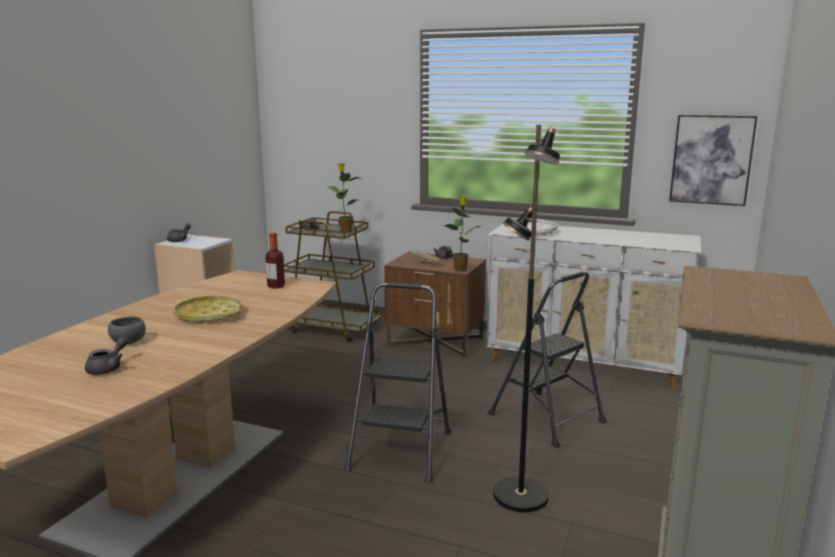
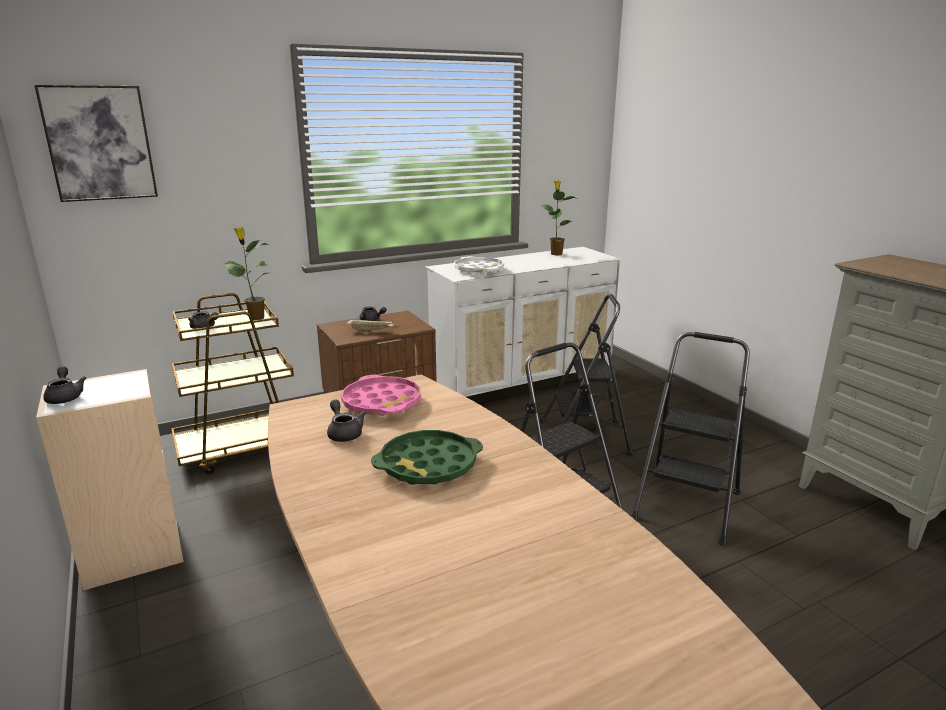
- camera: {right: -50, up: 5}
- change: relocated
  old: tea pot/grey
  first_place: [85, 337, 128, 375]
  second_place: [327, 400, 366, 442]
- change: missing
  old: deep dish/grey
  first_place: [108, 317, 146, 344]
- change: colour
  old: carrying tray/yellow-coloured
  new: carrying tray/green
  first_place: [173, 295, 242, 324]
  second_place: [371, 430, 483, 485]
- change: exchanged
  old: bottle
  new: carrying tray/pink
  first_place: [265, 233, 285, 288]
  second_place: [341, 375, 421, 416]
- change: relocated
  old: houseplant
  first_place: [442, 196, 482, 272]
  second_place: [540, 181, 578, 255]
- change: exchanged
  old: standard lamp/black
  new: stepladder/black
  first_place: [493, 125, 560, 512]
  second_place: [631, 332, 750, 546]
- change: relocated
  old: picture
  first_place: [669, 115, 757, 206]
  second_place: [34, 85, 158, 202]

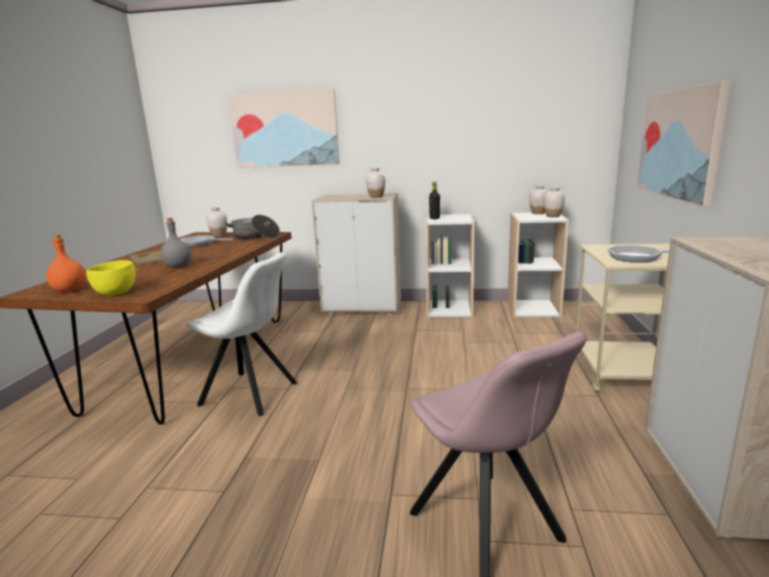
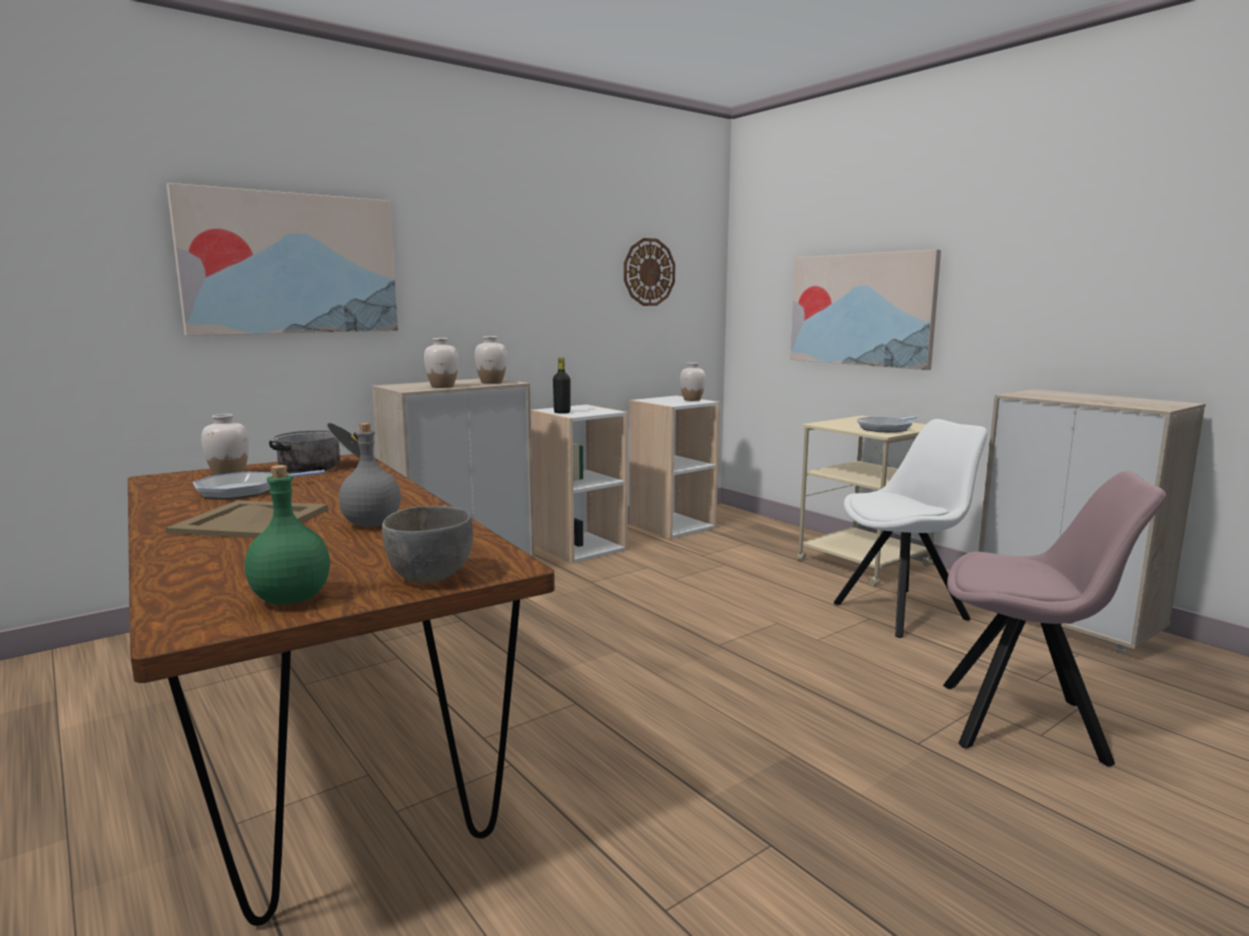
- camera: {right: -45, up: -5}
- change: colour
  old: bottle/orange-coloured
  new: bottle/green
  first_place: [46, 234, 86, 292]
  second_place: [245, 465, 330, 605]
- change: colour
  old: deep dish/yellow-coloured
  new: deep dish/grey
  first_place: [86, 260, 136, 296]
  second_place: [382, 506, 473, 583]
- change: relocated
  old: upright chair/white
  first_place: [187, 252, 297, 416]
  second_place: [834, 419, 987, 638]
- change: relocated
  old: vase/white
  first_place: [529, 185, 548, 214]
  second_place: [424, 338, 459, 388]
- change: appeared
  new: wall clock
  second_place: [624, 238, 675, 306]

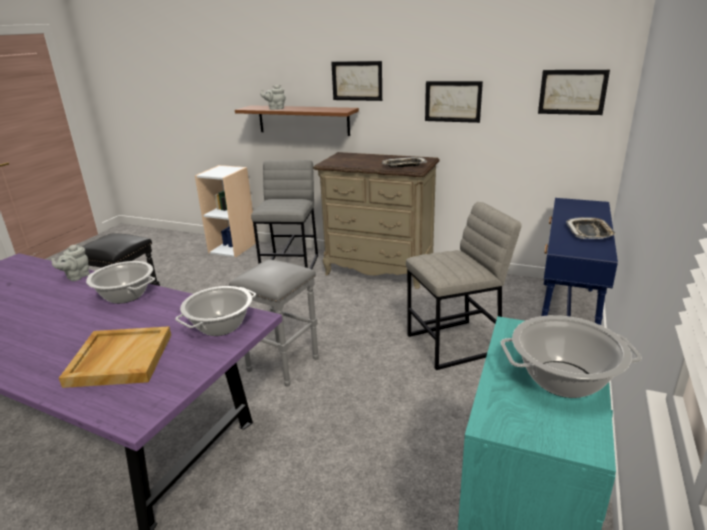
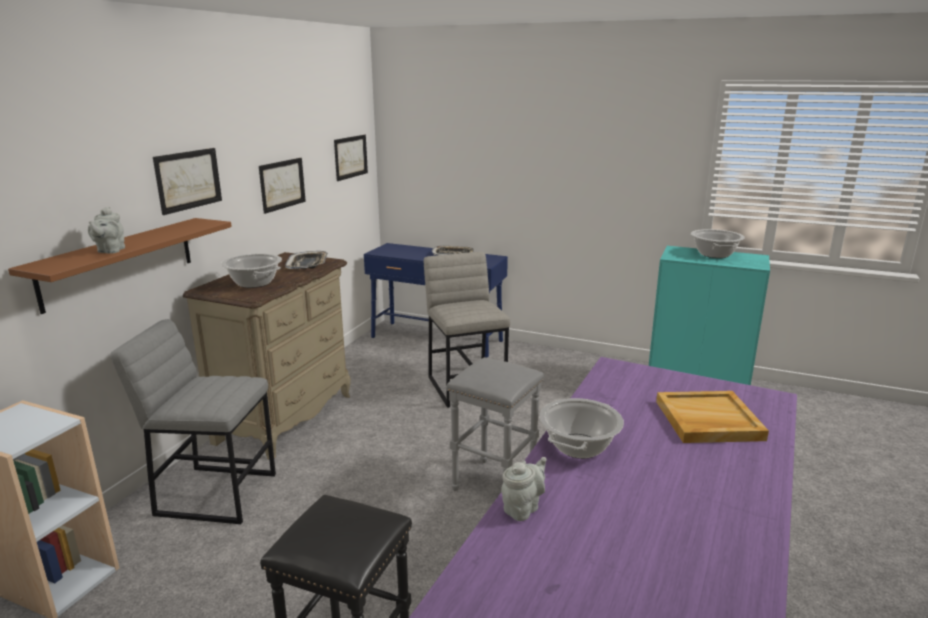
- camera: {right: -90, up: -5}
- change: spun
  old: tea pot/grey
  first_place: [51, 243, 90, 281]
  second_place: [501, 457, 547, 521]
  degrees: -75
- change: relocated
  old: saucepot
  first_place: [175, 286, 256, 336]
  second_place: [221, 253, 282, 288]

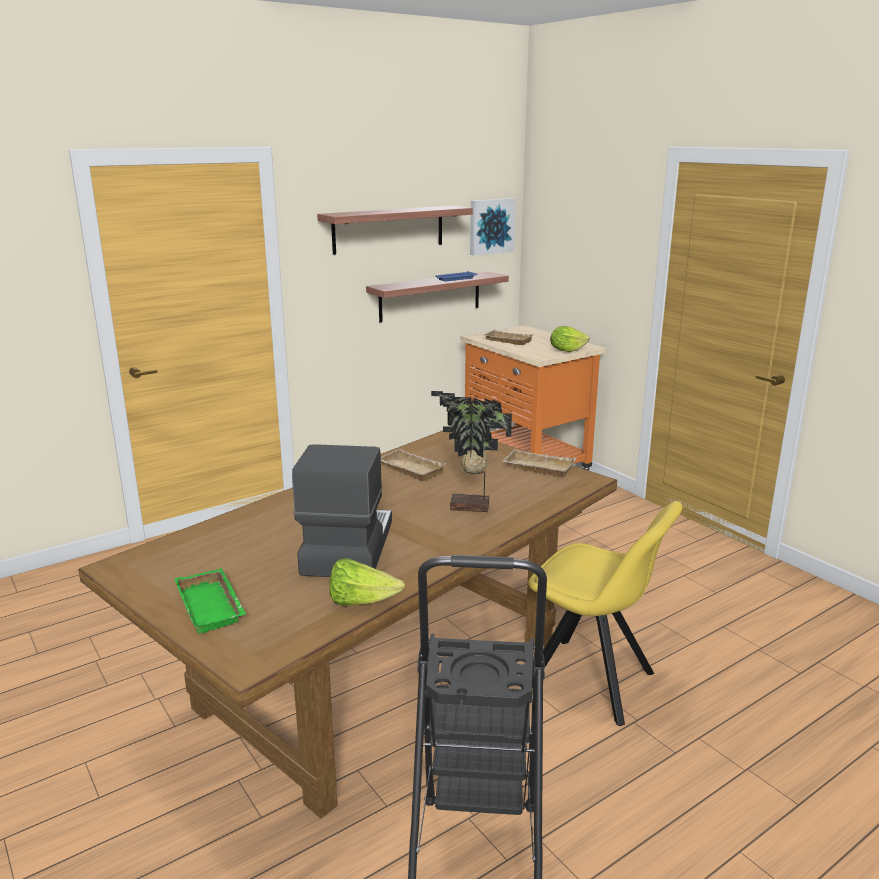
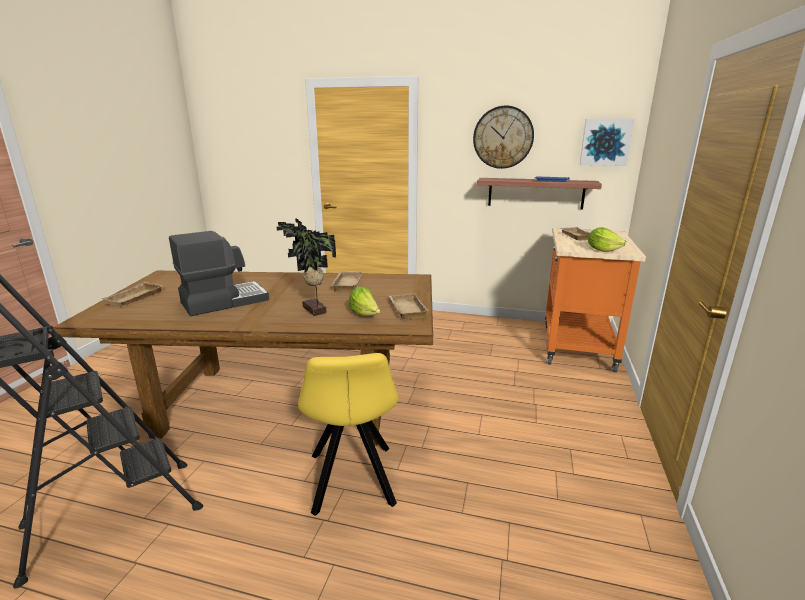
- camera: {right: 50, up: 0}
- change: colour
  old: carrying tray/green
  new: carrying tray/beige
  first_place: [174, 568, 246, 635]
  second_place: [101, 282, 163, 306]
- change: exchanged
  old: wall shelf
  new: wall clock
  first_place: [317, 206, 473, 255]
  second_place: [473, 105, 534, 169]
- change: relocated
  old: lettuce head
  first_place: [329, 558, 405, 606]
  second_place: [349, 287, 380, 316]

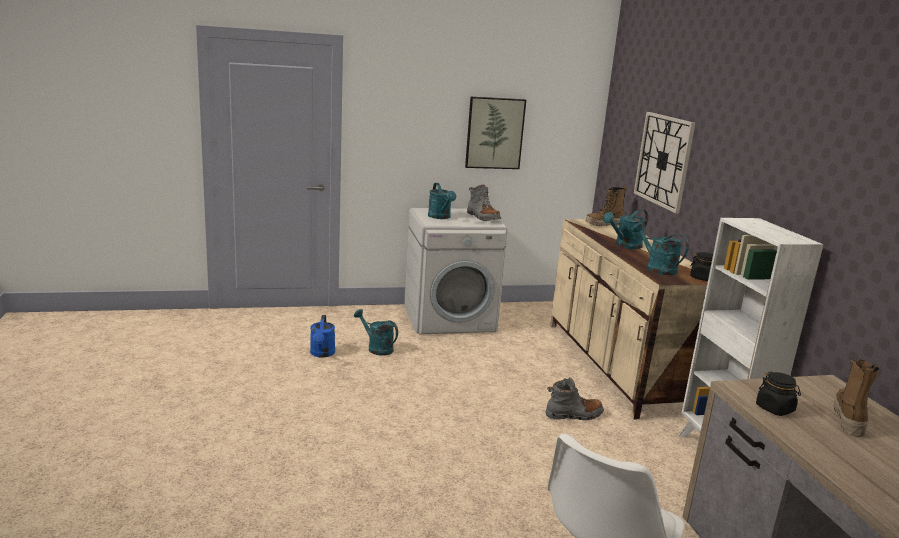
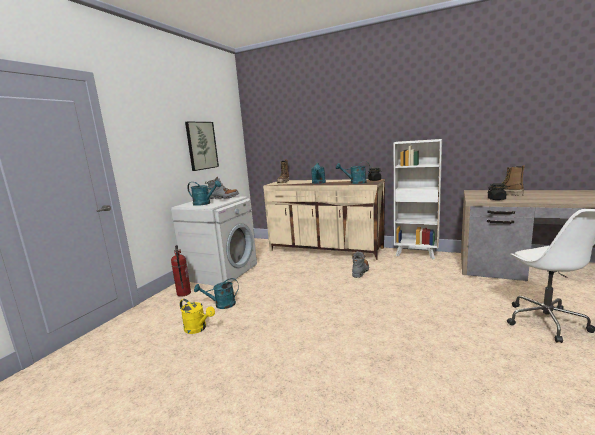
- camera: {right: -50, up: -5}
- change: colour
  old: watering can/bluish
  new: watering can/yellow-coloured
  first_place: [310, 315, 335, 358]
  second_place: [180, 299, 215, 334]
- change: missing
  old: wall clock
  first_place: [634, 112, 695, 214]
- change: appeared
  new: extinguisher
  second_place: [171, 245, 191, 297]

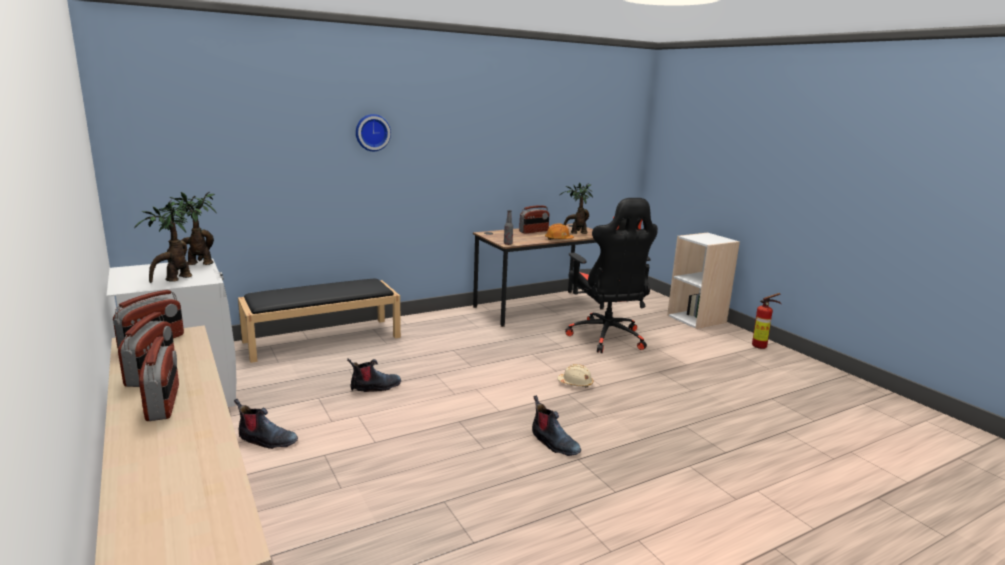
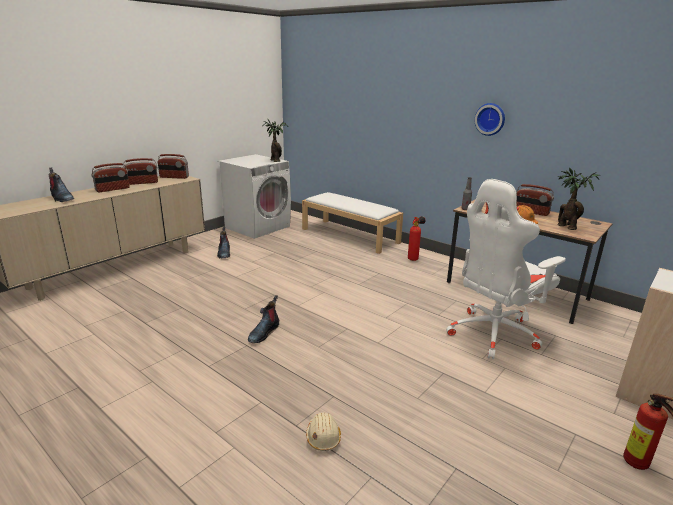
- camera: {right: 70, up: 5}
- change: missing
  old: houseplant
  first_place: [134, 200, 192, 283]
- change: colour
  old: long seat/black
  new: long seat/white
  first_place: [238, 278, 401, 363]
  second_place: [302, 192, 403, 254]
- change: relocated
  old: tall boot
  first_place: [347, 358, 401, 392]
  second_place: [48, 168, 74, 202]
- change: relocated
  old: wall clock
  first_place: [356, 114, 391, 151]
  second_place: [474, 103, 505, 136]
- change: relocated
  old: work helmet/beige
  first_place: [557, 364, 593, 387]
  second_place: [306, 412, 341, 451]
- change: colour
  old: office chair/black
  new: office chair/white
  first_place: [565, 198, 658, 353]
  second_place: [446, 179, 566, 359]
- change: appeared
  new: extinguisher
  second_place: [408, 216, 426, 261]

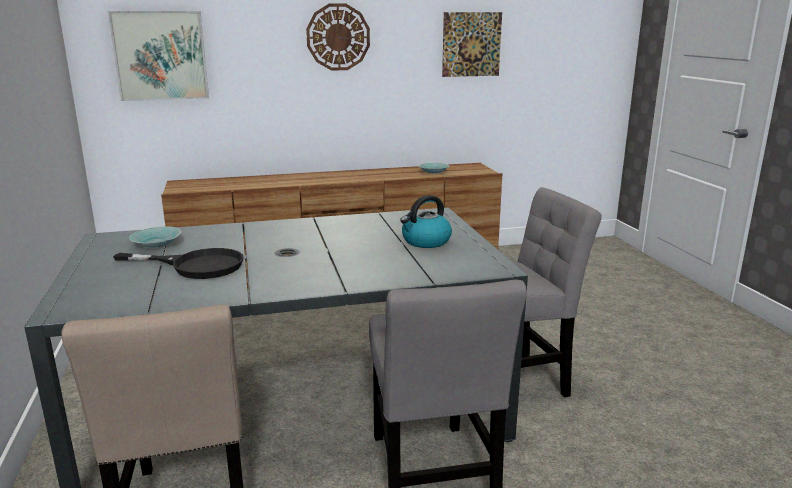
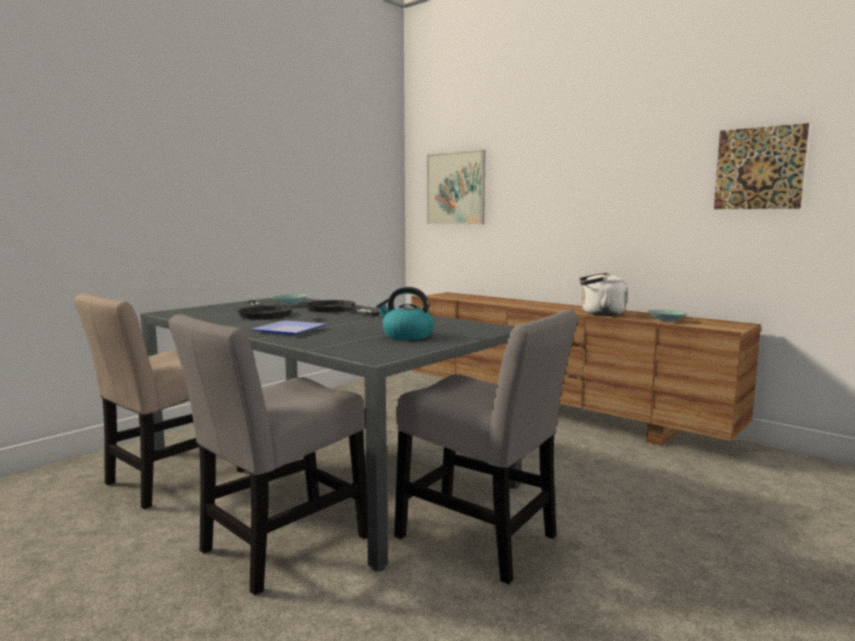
- camera: {right: 55, up: -10}
- change: missing
  old: wall clock
  first_place: [306, 3, 370, 71]
- change: appeared
  new: plate
  second_place: [252, 320, 326, 335]
- change: appeared
  new: frying pan/black
  second_place: [306, 300, 380, 316]
- change: appeared
  new: tea kettle/white
  second_place: [579, 272, 627, 316]

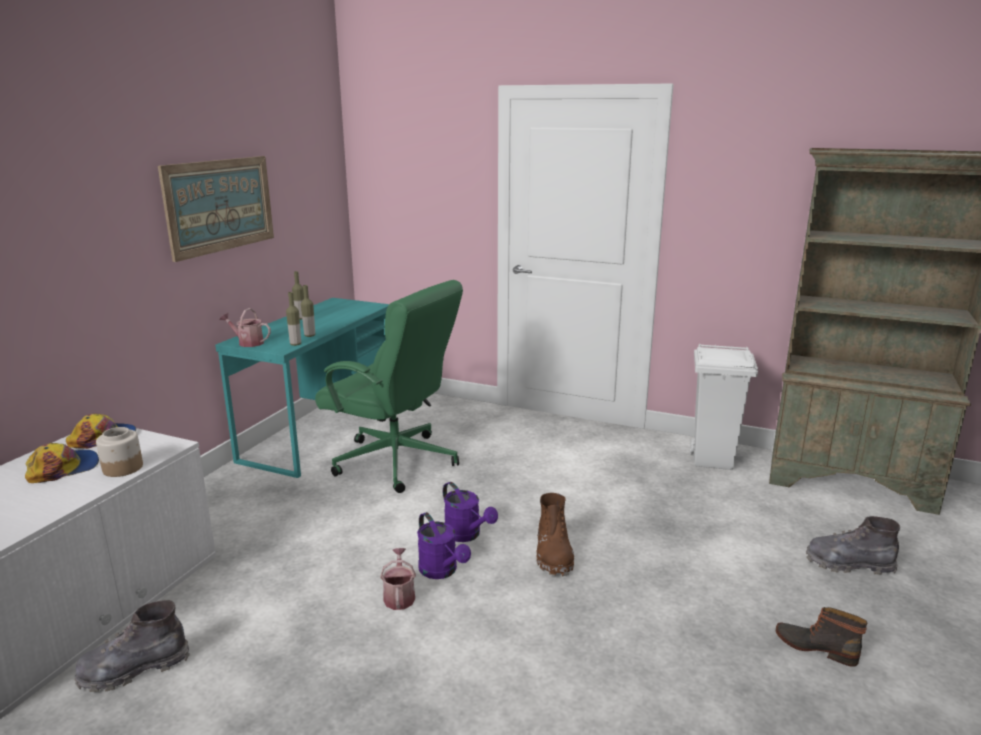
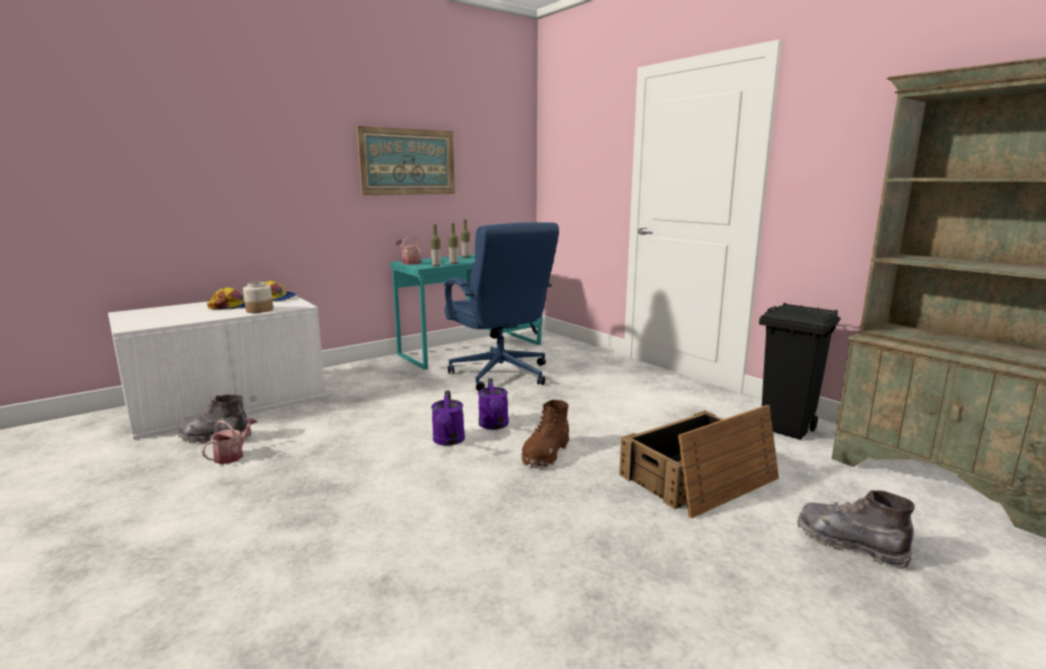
- camera: {right: 30, up: -5}
- change: colour
  old: office chair/green
  new: office chair/bluish
  first_place: [315, 280, 463, 493]
  second_place: [444, 222, 559, 391]
- change: relocated
  old: watering can
  first_place: [380, 548, 416, 610]
  second_place: [201, 417, 257, 464]
- change: colour
  old: rubbish bin/white
  new: rubbish bin/black
  first_place: [690, 344, 758, 470]
  second_place: [759, 303, 841, 440]
- change: missing
  old: tall boot
  first_place: [776, 607, 868, 667]
- change: appeared
  new: packing crate
  second_place: [619, 405, 779, 518]

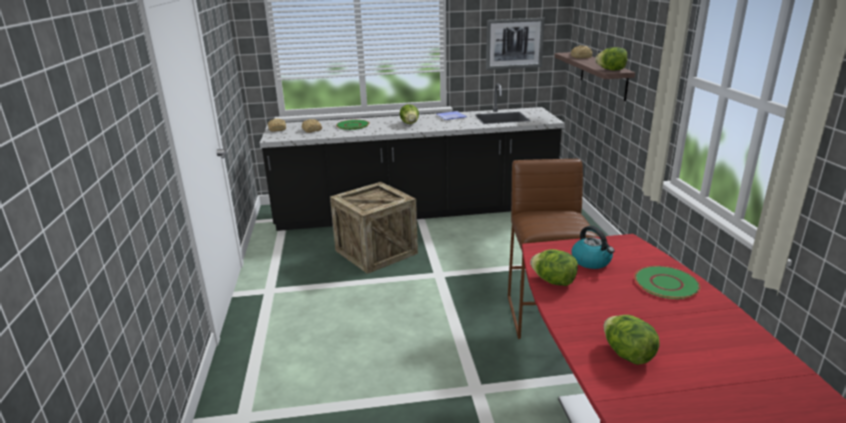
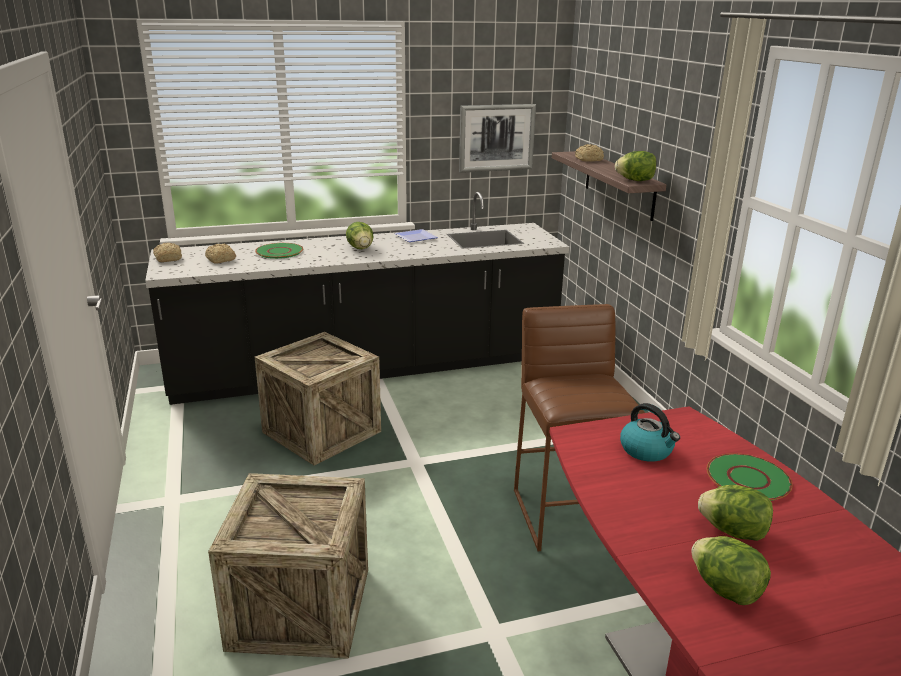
- camera: {right: -10, up: 0}
- change: relocated
  old: lettuce head
  first_place: [530, 249, 578, 286]
  second_place: [698, 485, 773, 541]
- change: appeared
  new: packing crate
  second_place: [208, 473, 368, 659]

